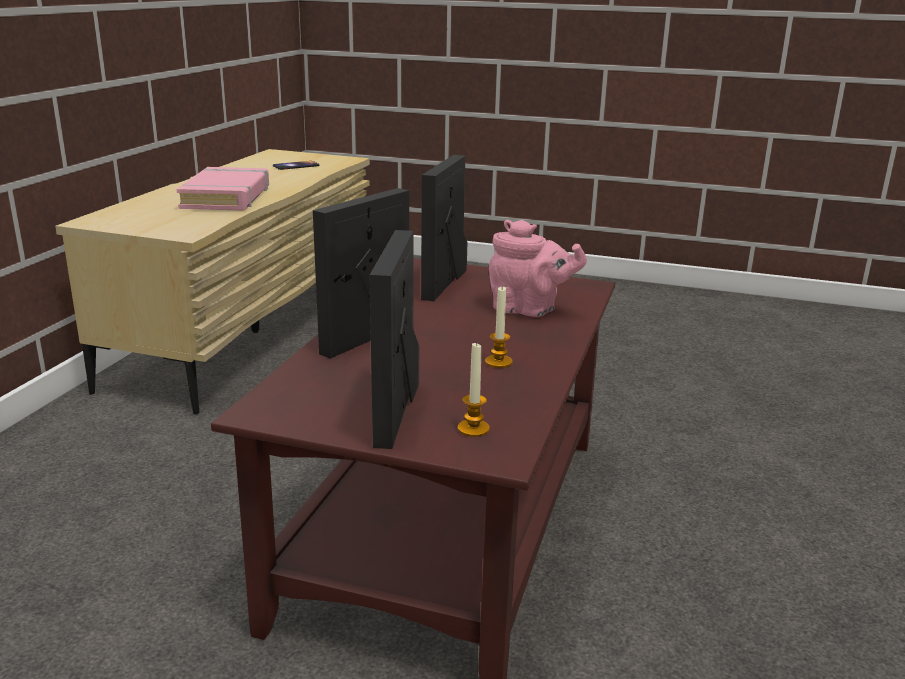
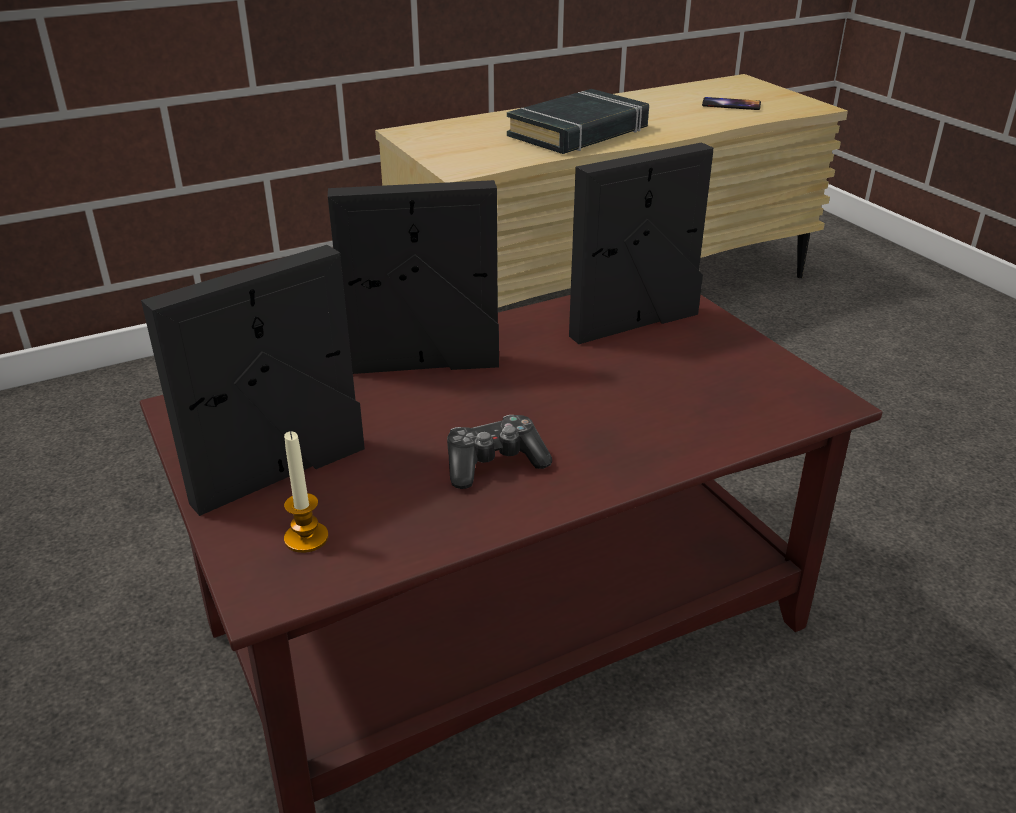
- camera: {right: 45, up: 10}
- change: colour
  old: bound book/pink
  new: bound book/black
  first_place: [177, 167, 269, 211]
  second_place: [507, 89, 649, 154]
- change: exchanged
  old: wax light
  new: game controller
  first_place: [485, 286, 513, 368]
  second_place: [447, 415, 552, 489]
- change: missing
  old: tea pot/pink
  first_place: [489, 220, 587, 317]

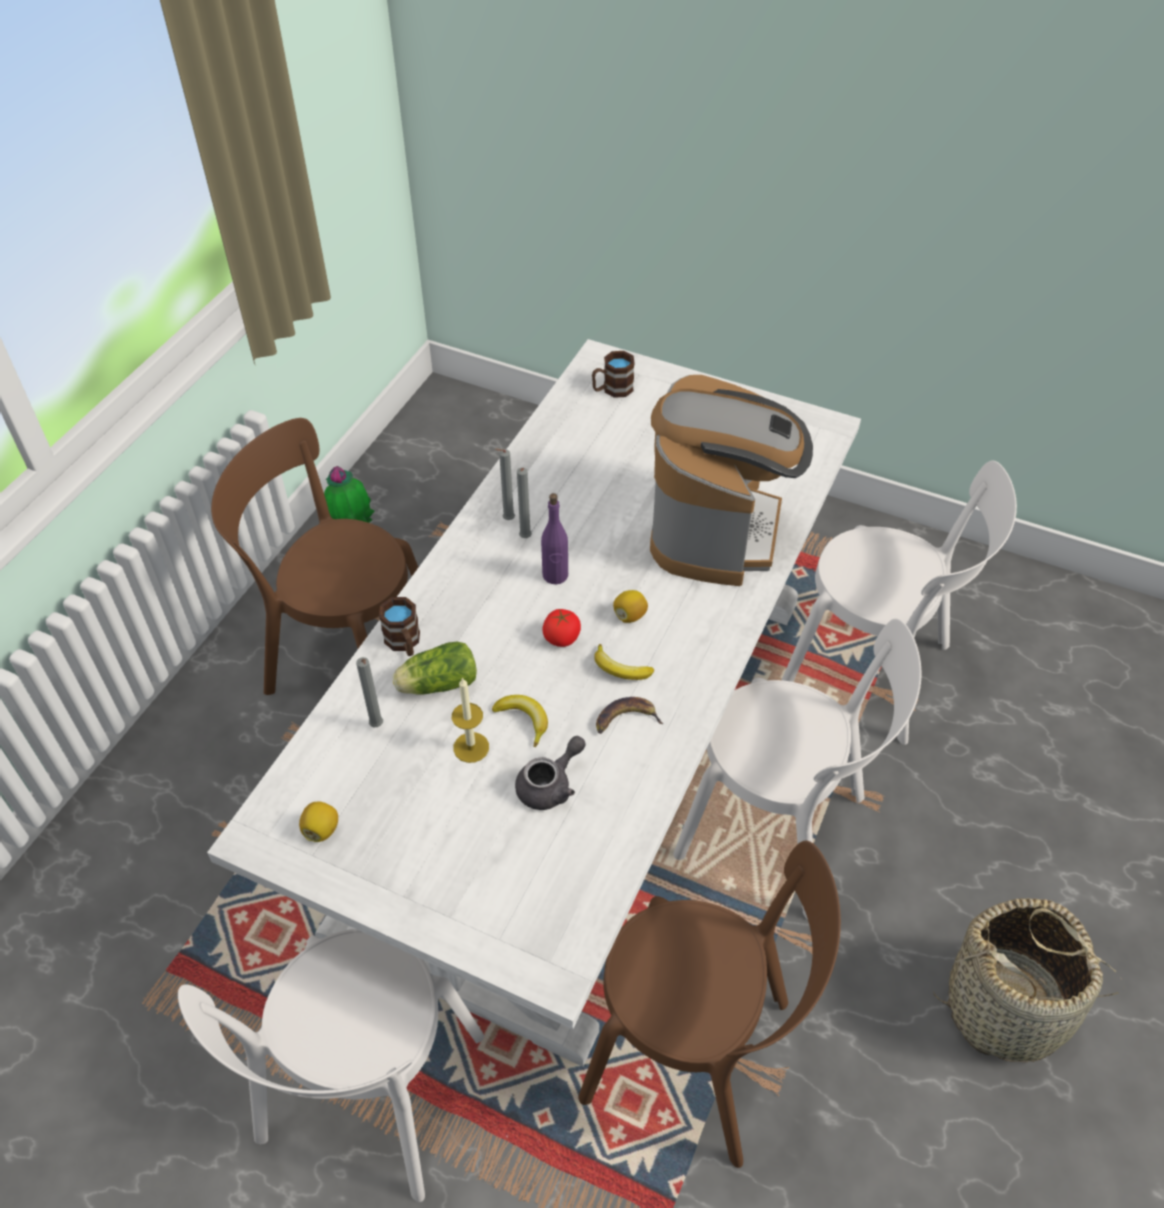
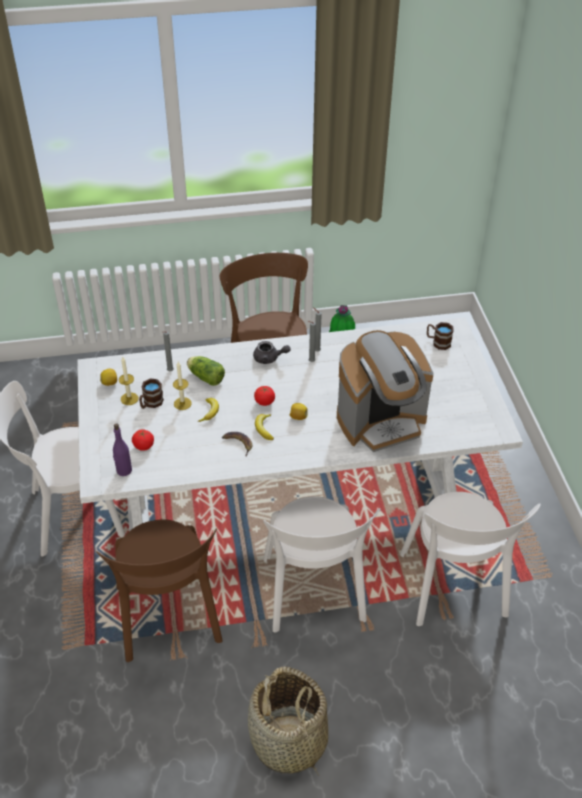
- camera: {right: 55, up: -5}
- change: relocated
  old: mug/brownish
  first_place: [379, 597, 420, 656]
  second_place: [139, 378, 164, 409]
- change: relocated
  old: tea pot/grey
  first_place: [515, 736, 586, 810]
  second_place: [253, 341, 291, 364]
- change: relocated
  old: bottle/purple-coloured
  first_place: [541, 493, 568, 584]
  second_place: [113, 423, 132, 476]
- change: appeared
  new: wax light
  second_place: [119, 357, 138, 405]
- change: appeared
  new: tomato
  second_place: [132, 429, 154, 451]

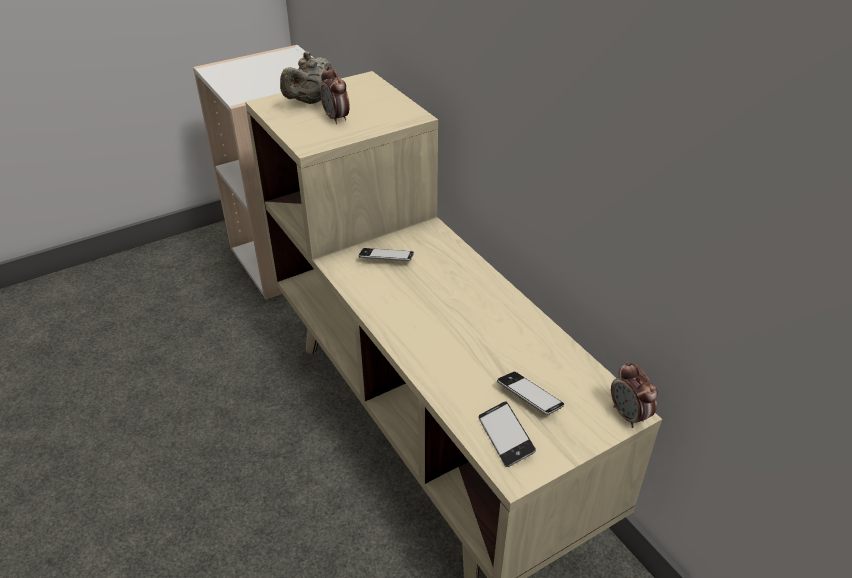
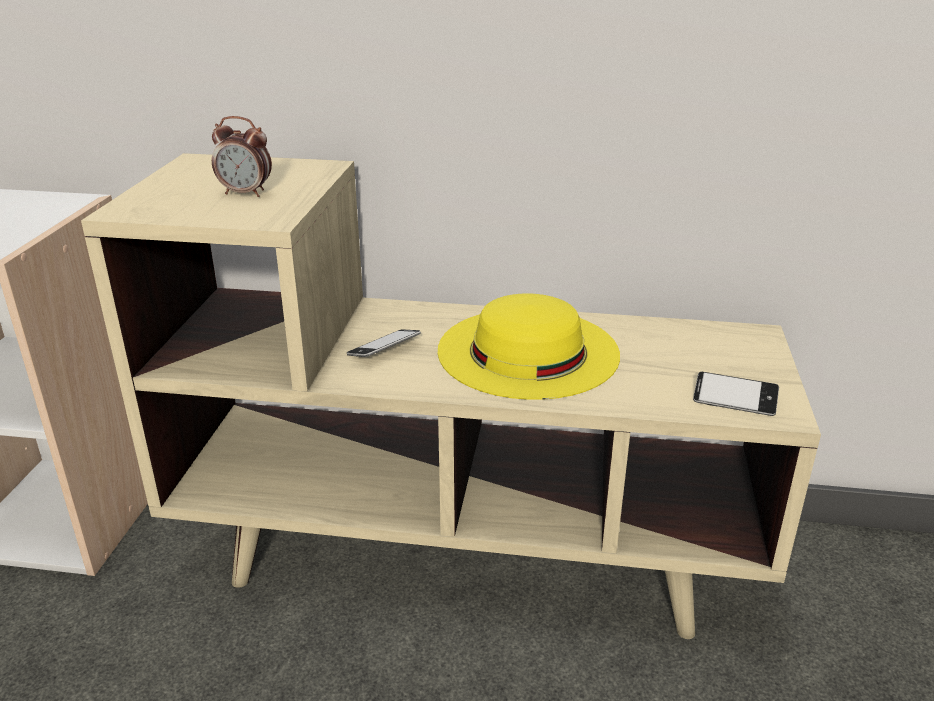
- camera: {right: -50, up: -10}
- change: missing
  old: tea pot/beige
  first_place: [280, 51, 332, 104]
- change: missing
  old: handset
  first_place: [497, 372, 564, 415]
- change: missing
  old: table clock
  first_place: [611, 362, 658, 428]
- change: appeared
  new: wearable hat/yellow-coloured
  second_place: [438, 293, 620, 400]

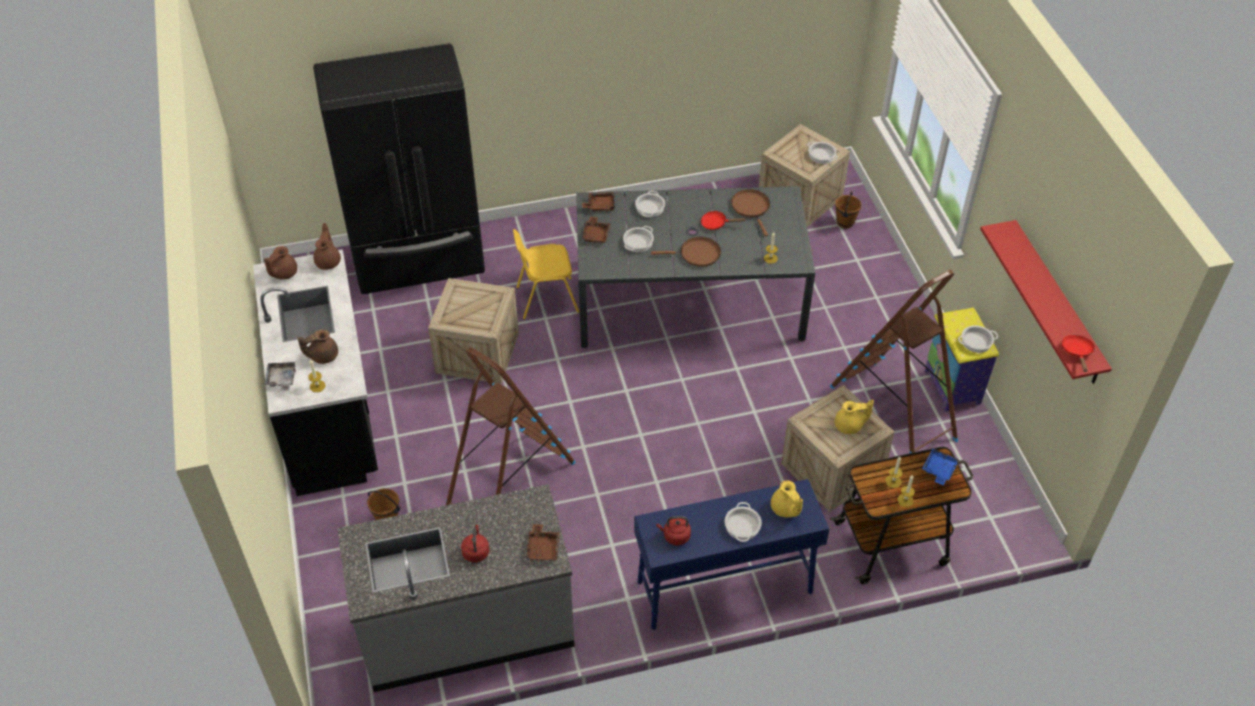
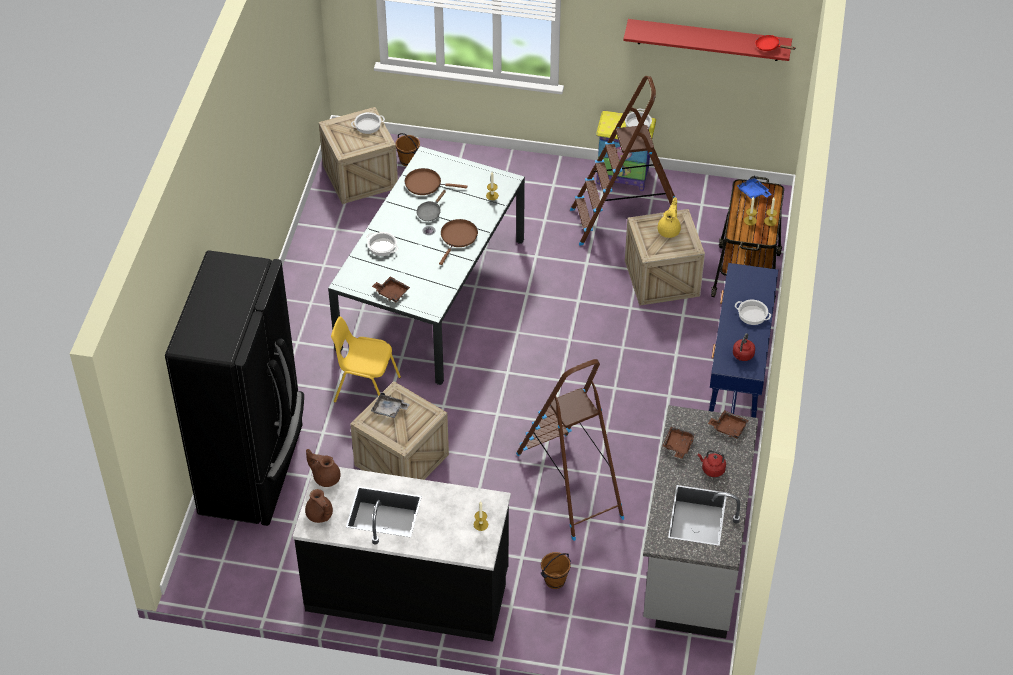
- camera: {right: -65, up: 0}
- change: relocated
  old: carrying tray/grey
  first_place: [265, 362, 296, 391]
  second_place: [371, 392, 410, 418]
- change: missing
  old: tea pot/brownish
  first_place: [298, 329, 338, 364]
- change: spun
  old: upright chair/yellow-coloured
  first_place: [513, 229, 580, 320]
  second_place: [331, 317, 401, 402]
  degrees: 90
- change: relocated
  old: carrying tray/brownish
  first_place: [582, 192, 615, 211]
  second_place: [663, 427, 695, 459]
- change: missing
  old: saucepot
  first_place: [623, 226, 654, 252]
- change: colour
  old: frying pan/red-coloured
  new: frying pan/grey
  first_place: [701, 211, 745, 230]
  second_place: [417, 190, 446, 221]
- change: missing
  old: tea pot/yellow-coloured
  first_place: [771, 480, 803, 517]

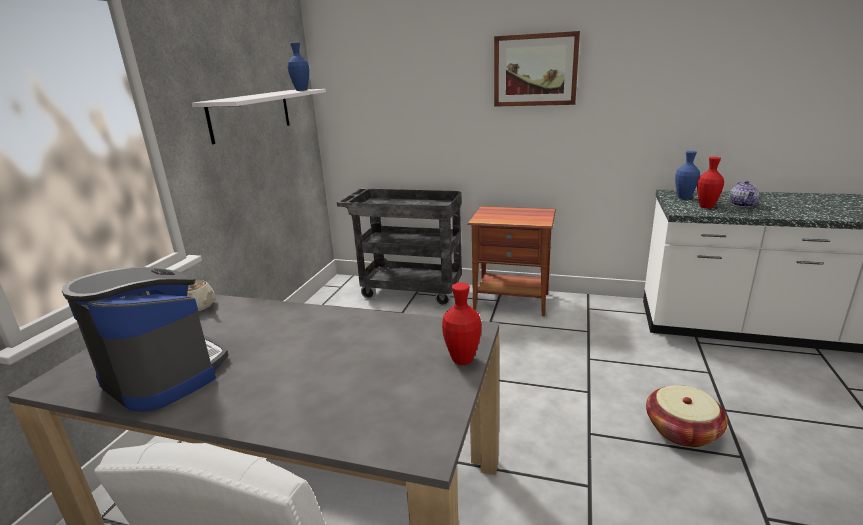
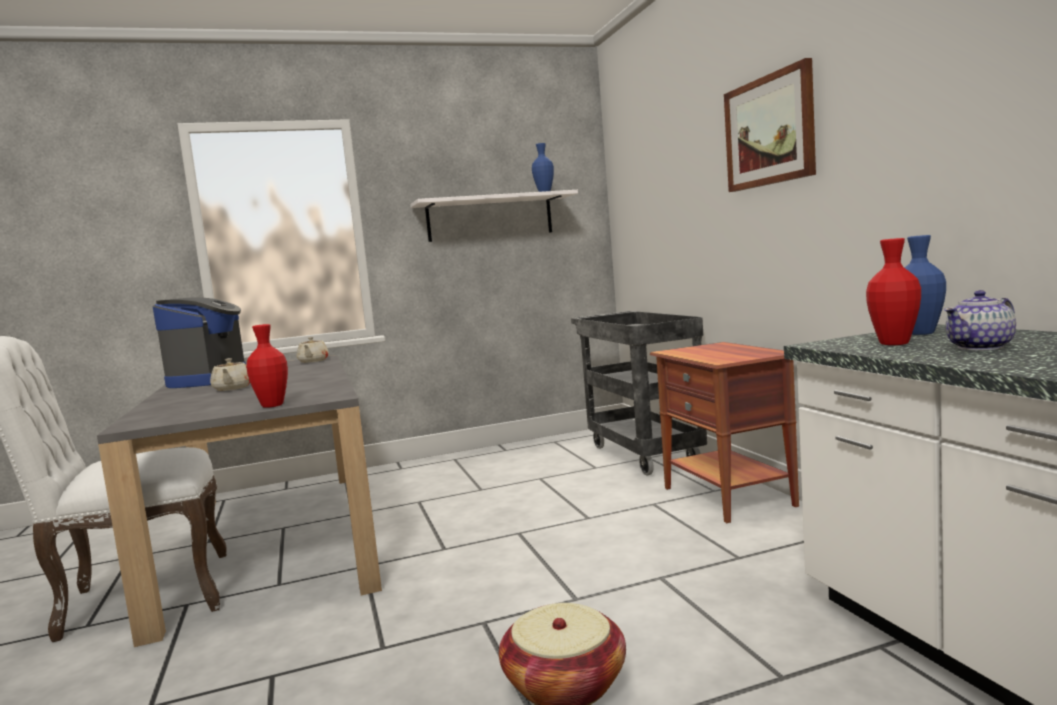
- camera: {right: 55, up: -15}
- change: appeared
  new: tea pot/beige
  second_place: [210, 358, 250, 391]

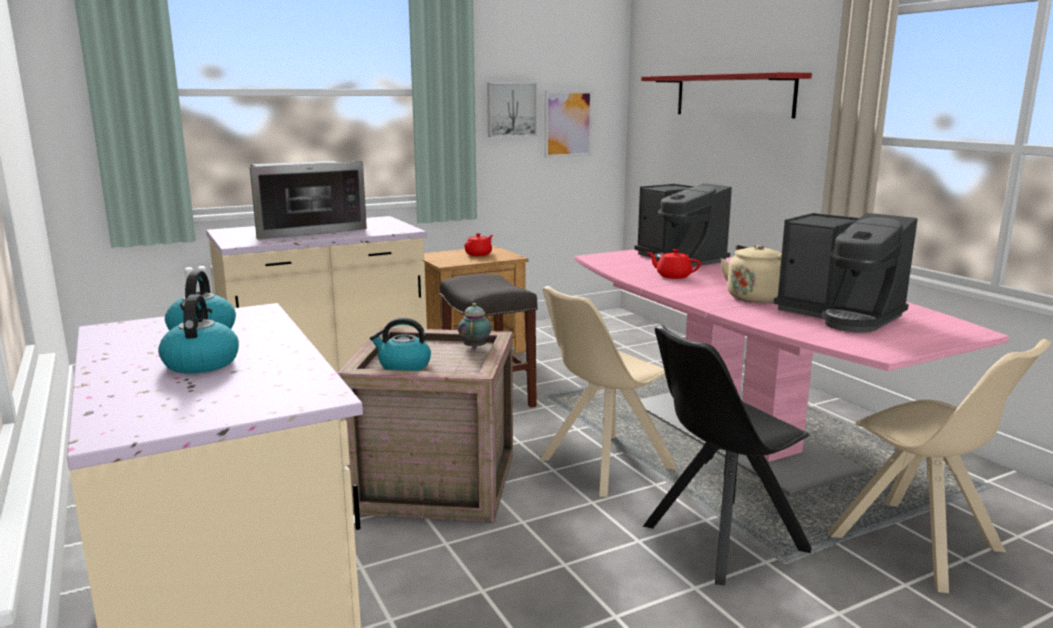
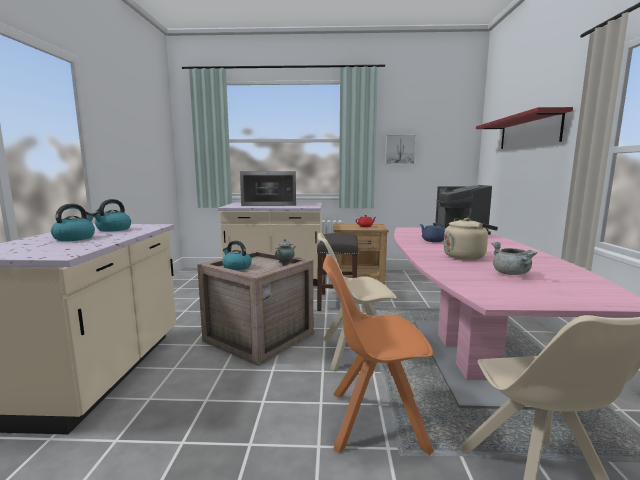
- camera: {right: 30, up: -5}
- change: missing
  old: picture
  first_place: [545, 90, 593, 158]
- change: colour
  old: upright chair/black
  new: upright chair/orange-coloured
  first_place: [643, 325, 812, 585]
  second_place: [323, 255, 434, 455]
- change: colour
  old: tea pot/red-coloured
  new: tea pot/bluish
  first_place: [647, 249, 701, 279]
  second_place: [420, 223, 445, 242]
- change: exchanged
  old: coffee machine
  new: saucepot/grey
  first_place: [773, 213, 917, 333]
  second_place: [491, 242, 537, 275]

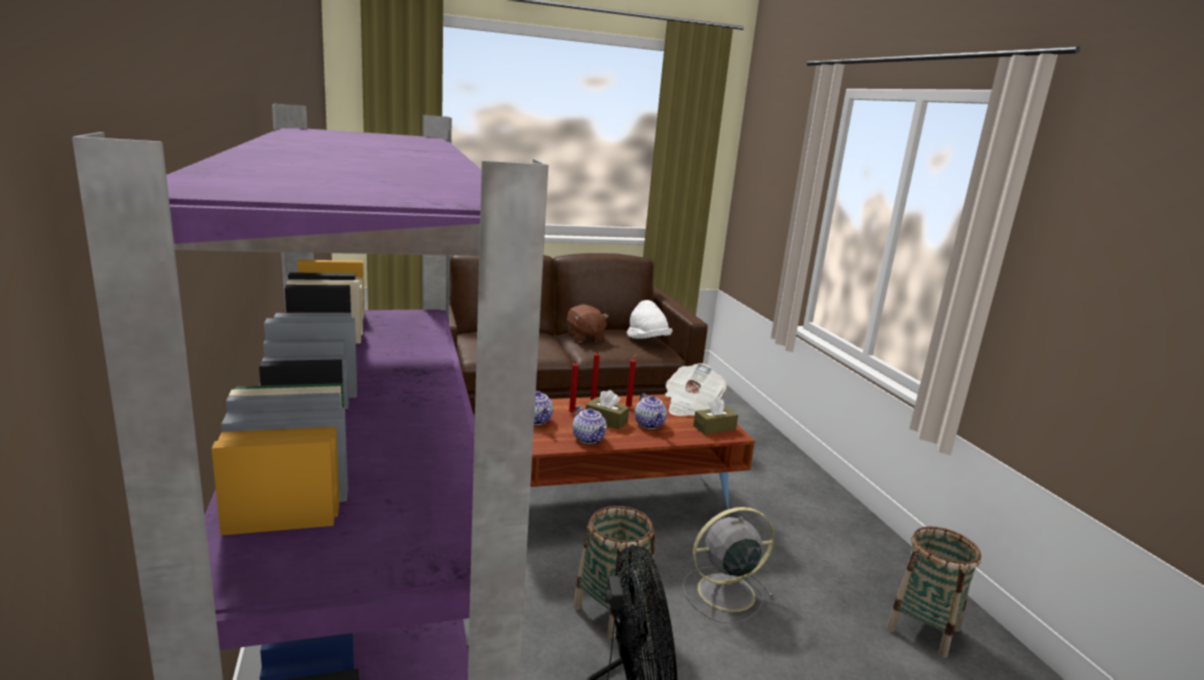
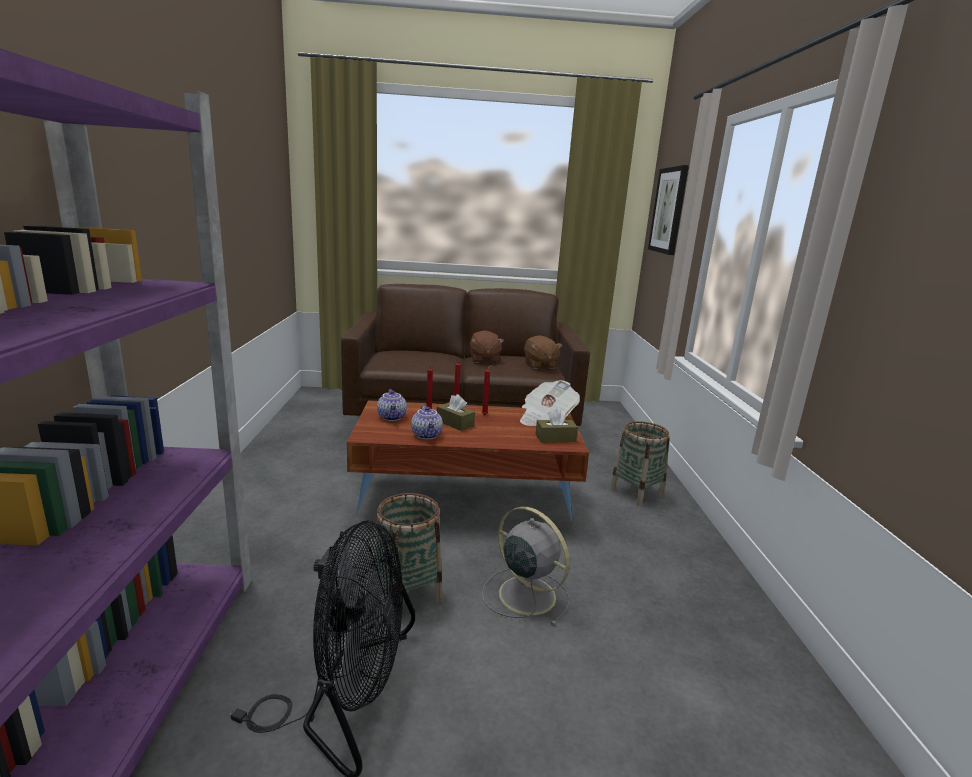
- camera: {right: 15, up: 0}
- change: exchanged
  old: wearable hat/white
  new: plush toy/brownish
  first_place: [627, 300, 673, 339]
  second_place: [524, 335, 563, 369]
- change: missing
  old: tea pot
  first_place: [635, 393, 667, 429]
- change: spun
  old: fan/grey
  first_place: [683, 507, 774, 624]
  second_place: [482, 506, 570, 626]
  degrees: 45
- change: relocated
  old: household basket
  first_place: [886, 526, 981, 658]
  second_place: [610, 421, 670, 506]
- change: appeared
  new: picture
  second_place: [648, 165, 689, 255]

